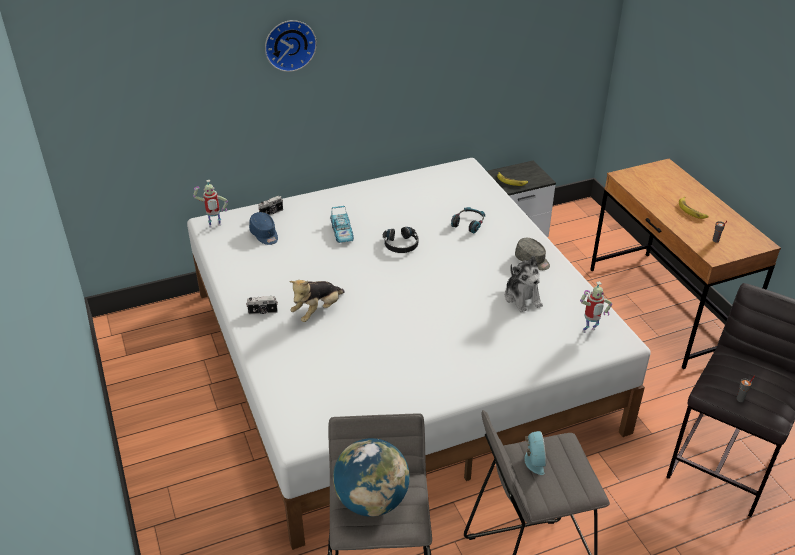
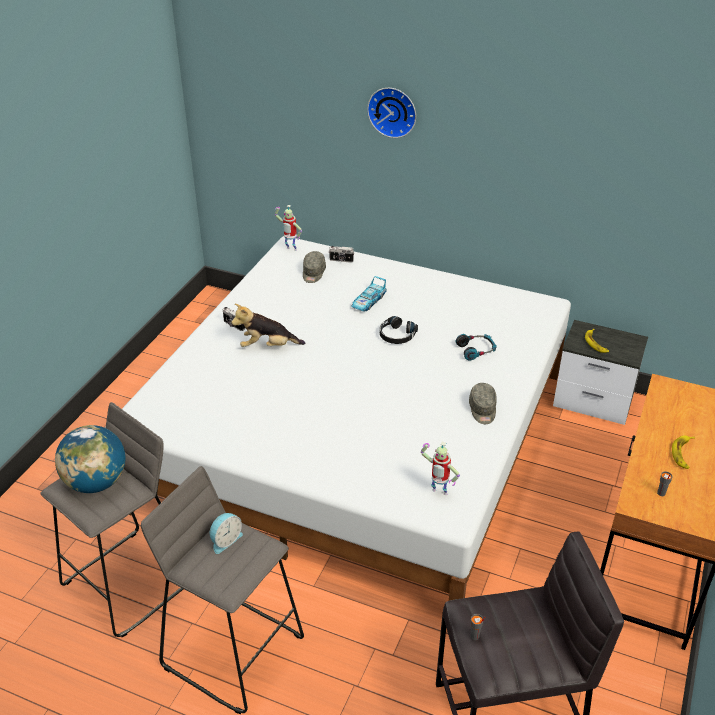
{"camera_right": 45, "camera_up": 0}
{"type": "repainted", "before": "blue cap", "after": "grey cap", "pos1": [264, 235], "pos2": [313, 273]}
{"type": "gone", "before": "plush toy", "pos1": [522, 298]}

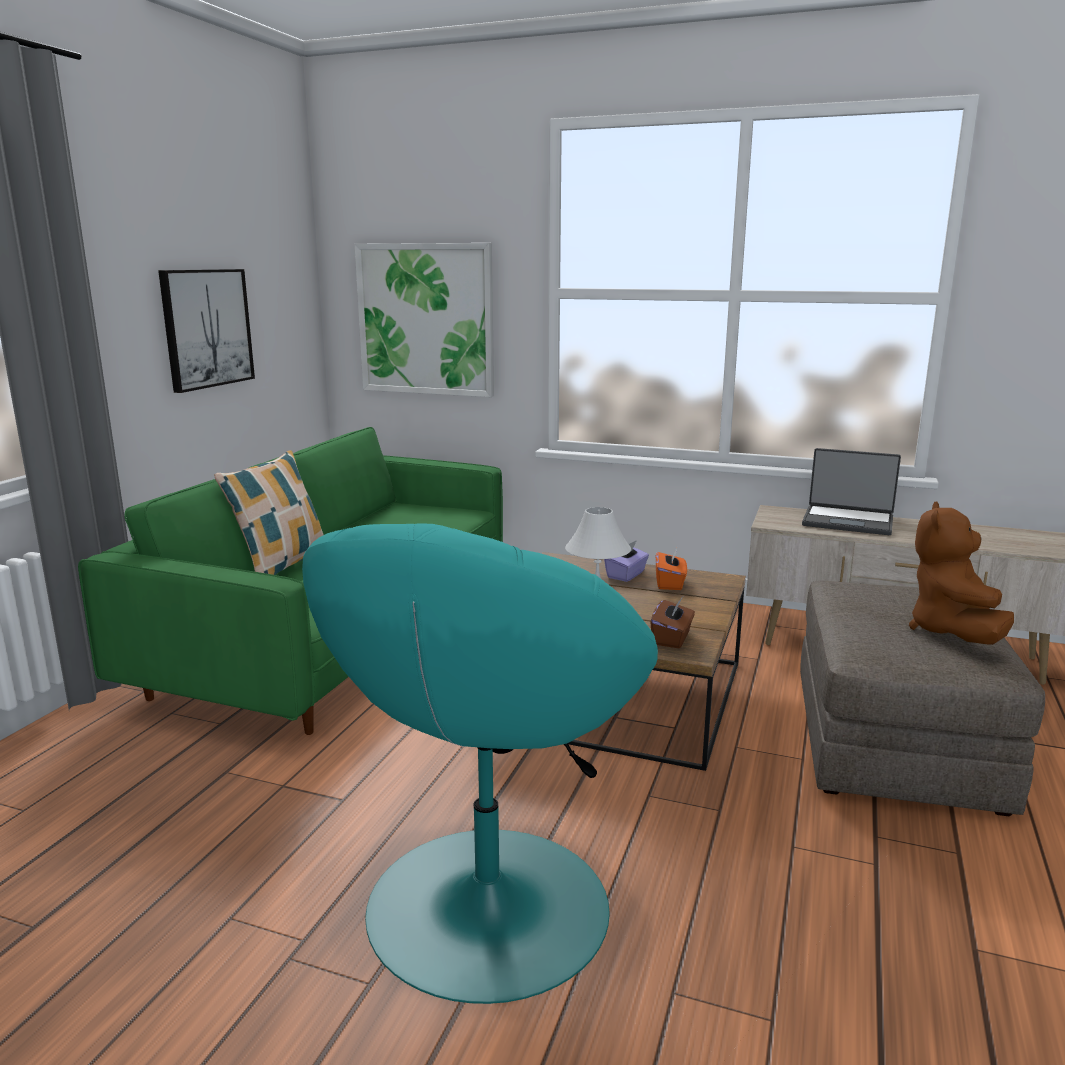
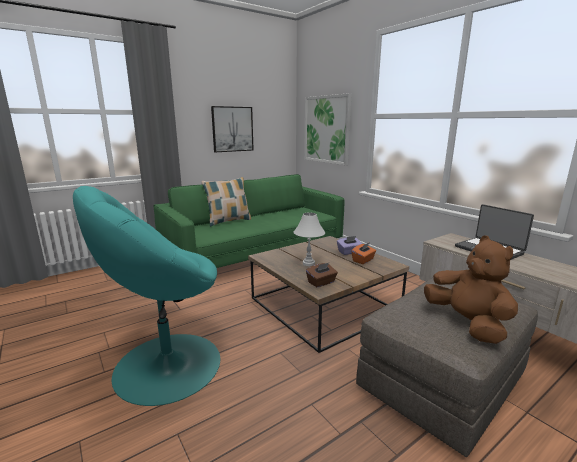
{"camera_right": 35, "camera_up": 0}
{"type": "rotated", "before": "brown plush toy", "pos1": [952, 632], "pos2": [467, 323], "turn": 105}

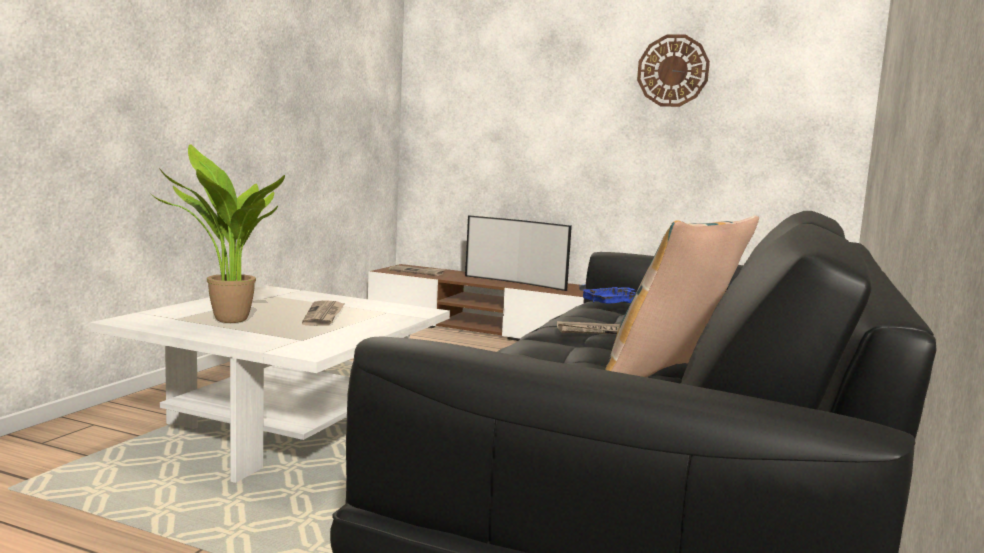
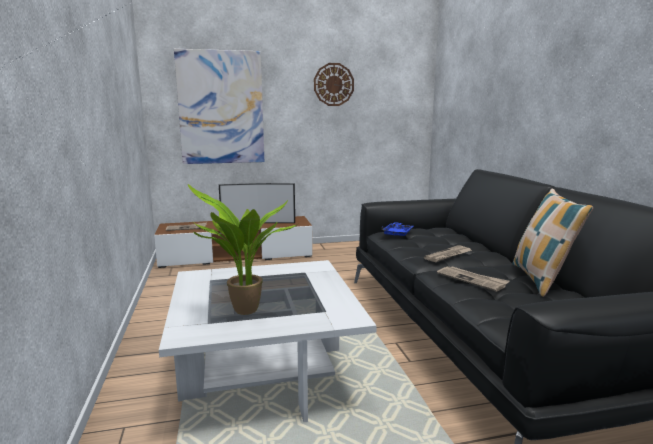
{"camera_right": -35, "camera_up": 5}
{"type": "shifted", "before": "newspaper", "pos1": [324, 316], "pos2": [472, 280]}
{"type": "new", "after": "picture", "pos2": [221, 108]}

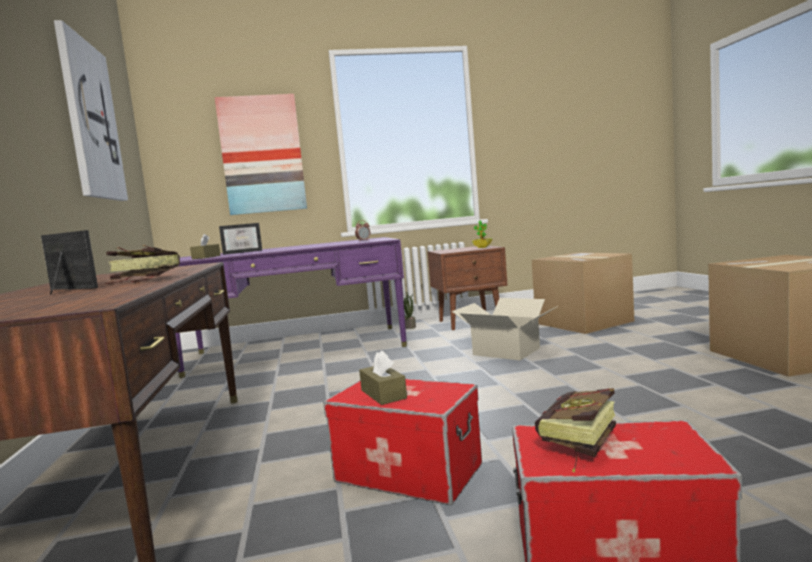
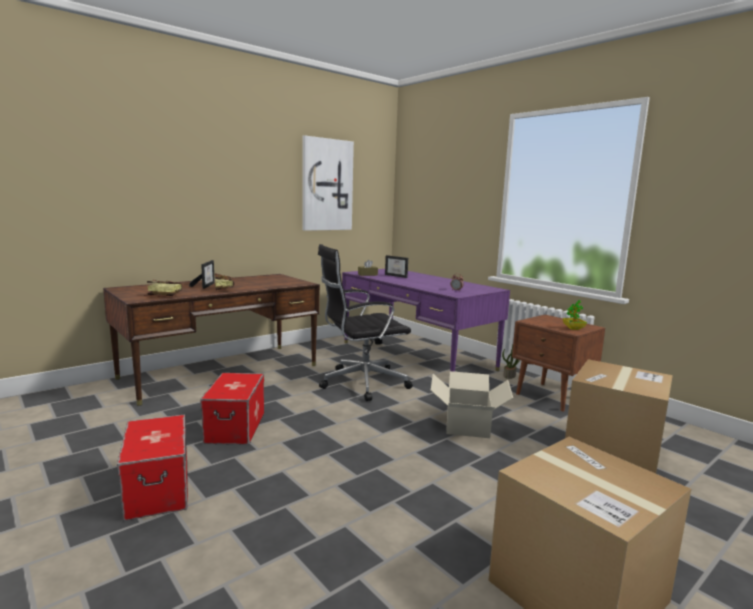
{"camera_right": 60, "camera_up": 5}
{"type": "gone", "before": "picture", "pos1": [262, 155]}
{"type": "gone", "before": "brown tissue box", "pos1": [383, 394]}
{"type": "shifted", "before": "book", "pos1": [575, 447], "pos2": [162, 296]}
{"type": "new", "after": "black office chair", "pos2": [361, 383]}

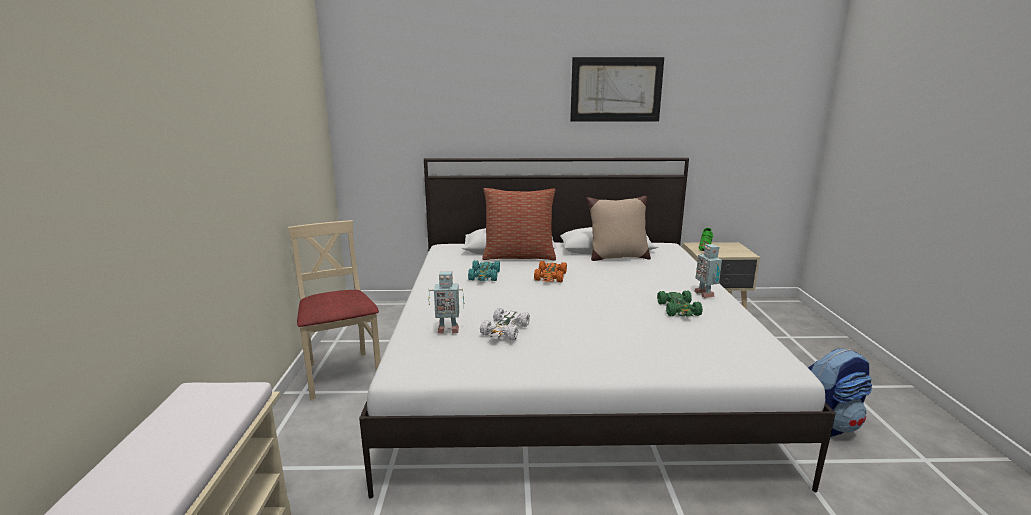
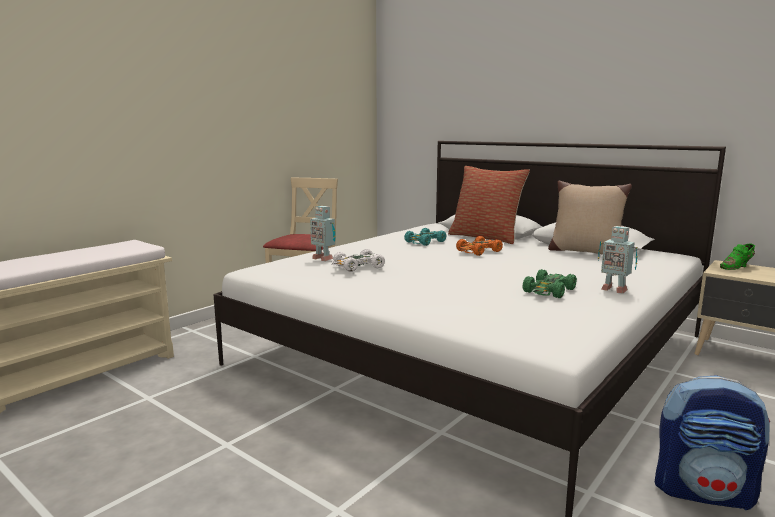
{"camera_right": 40, "camera_up": -5}
{"type": "gone", "before": "picture", "pos1": [616, 89]}
{"type": "rotated", "before": "toy robot", "pos1": [705, 294], "pos2": [613, 289], "turn": -75}

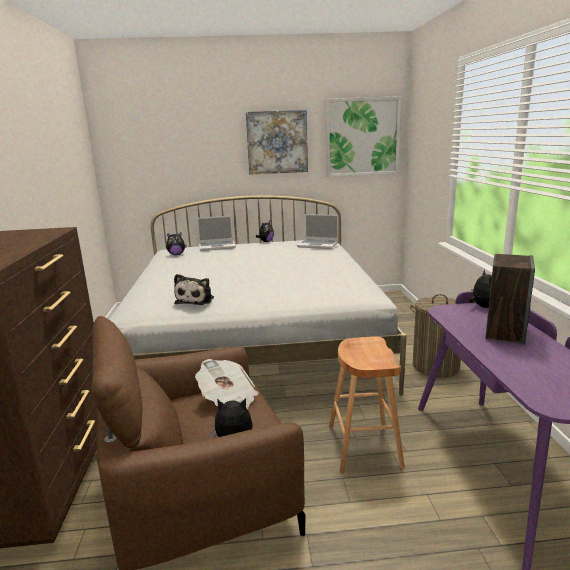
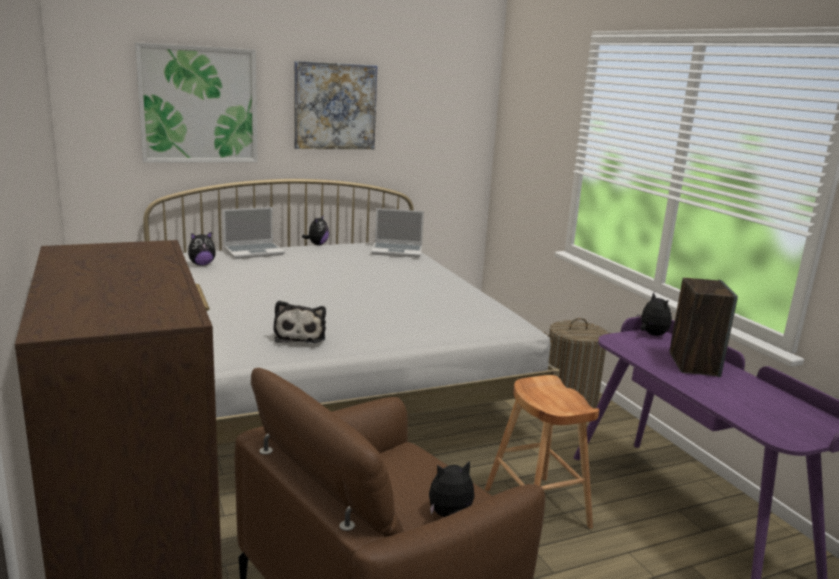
{"camera_right": -20, "camera_up": 0}
{"type": "gone", "before": "newspaper", "pos1": [228, 399]}
{"type": "shifted", "before": "picture", "pos1": [362, 137], "pos2": [199, 105]}

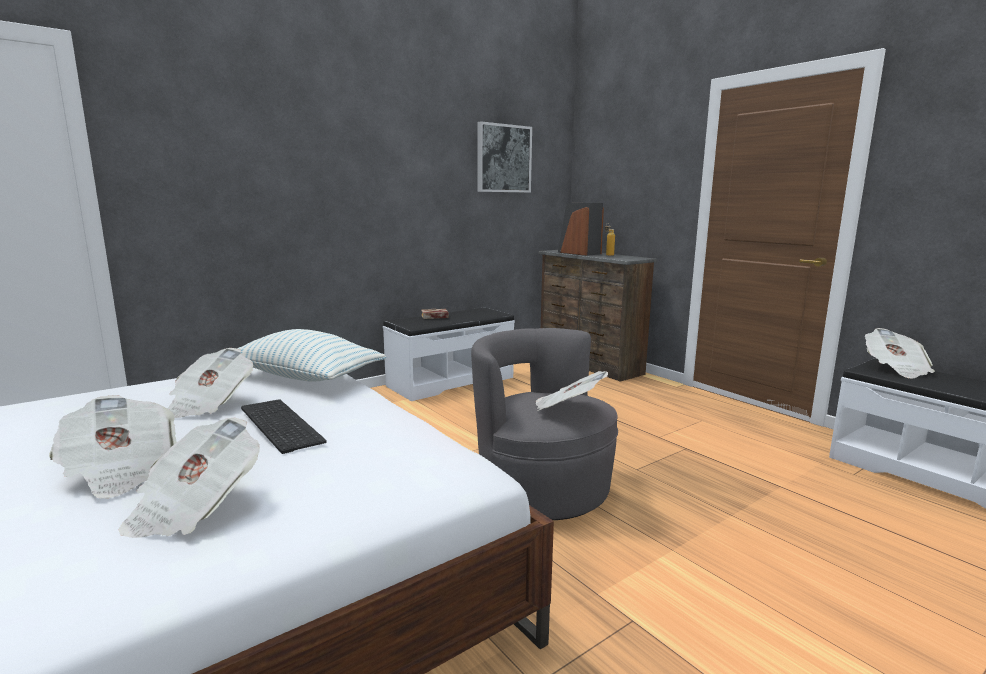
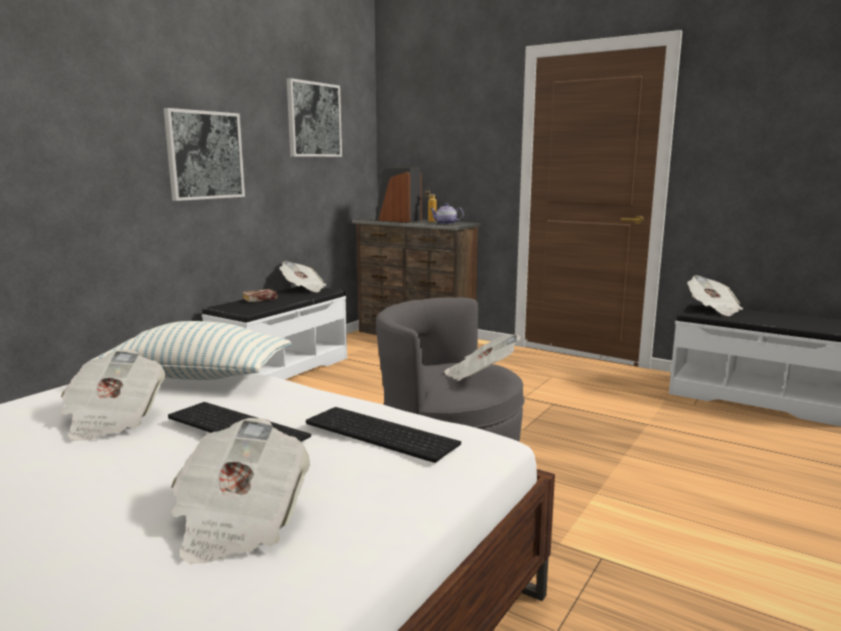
{"camera_right": -20, "camera_up": 0}
{"type": "shifted", "before": "newspaper", "pos1": [122, 471], "pos2": [304, 289]}
{"type": "new", "after": "picture", "pos2": [204, 155]}
{"type": "new", "after": "keyboard", "pos2": [377, 434]}
{"type": "new", "after": "teapot", "pos2": [446, 223]}

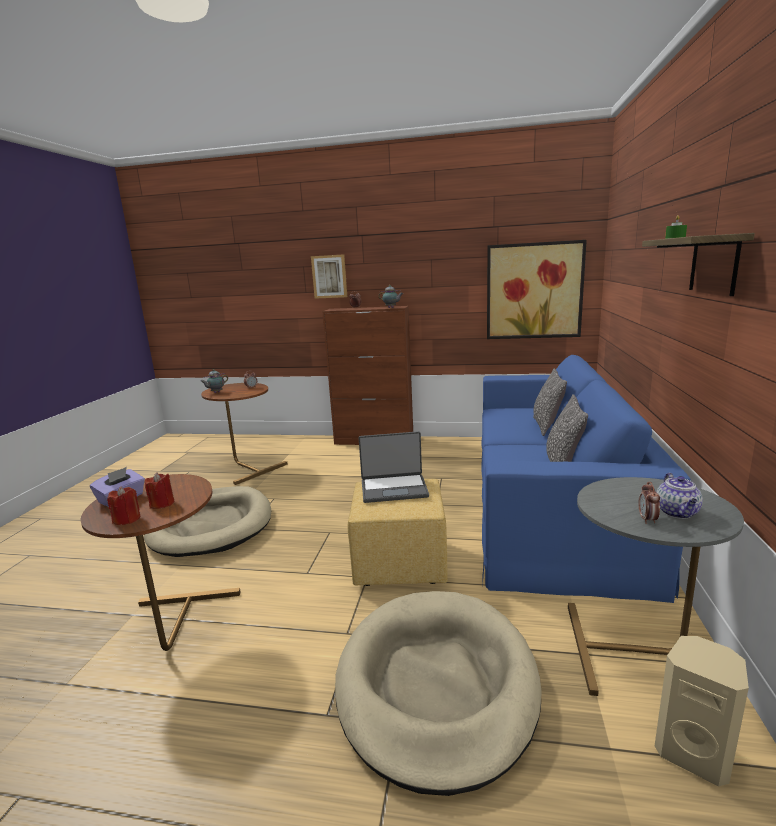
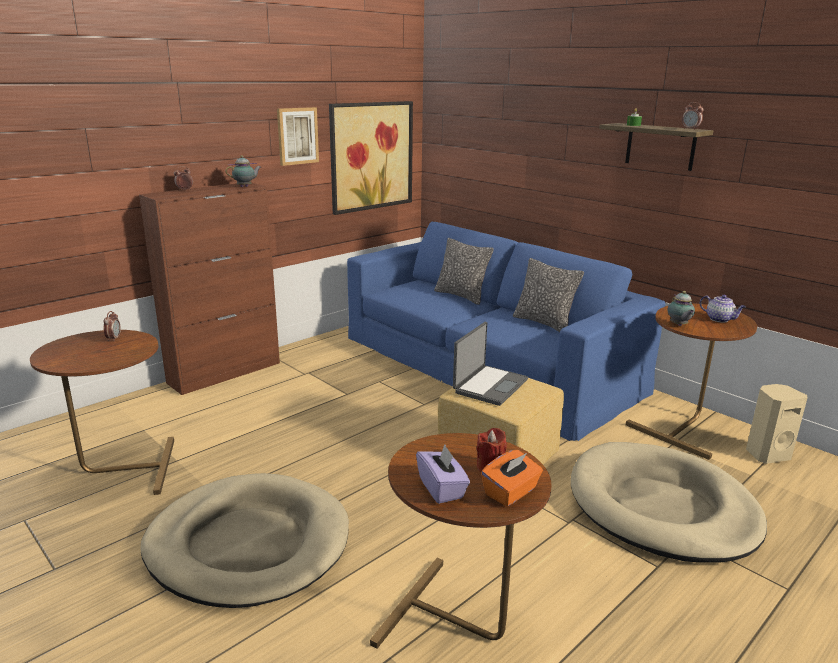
{"camera_right": -55, "camera_up": 5}
{"type": "swapped", "before": "red candle", "after": "orange tissue box", "pos1": [127, 519], "pos2": [511, 492]}
{"type": "shifted", "before": "teapot", "pos1": [216, 392], "pos2": [678, 325]}
{"type": "shifted", "before": "picture", "pos1": [329, 276], "pos2": [297, 136]}
{"type": "repainted", "before": "grey side table", "after": "brown side table", "pos1": [635, 651], "pos2": [684, 427]}
{"type": "shifted", "before": "alarm clock", "pos1": [647, 520], "pos2": [690, 129]}

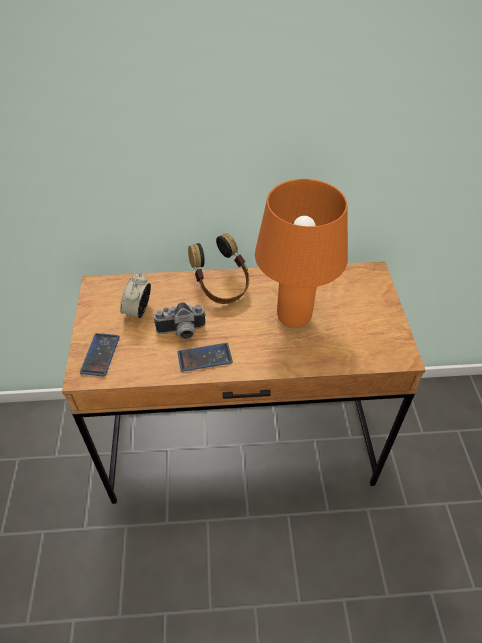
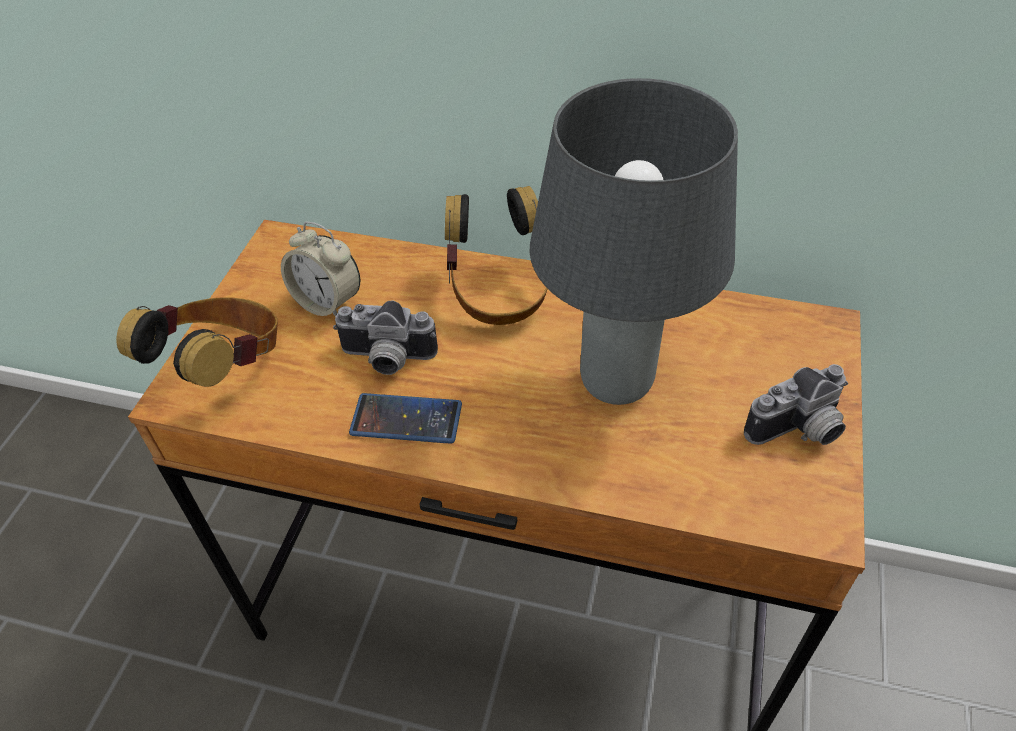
{"camera_right": 20, "camera_up": 0}
{"type": "swapped", "before": "phone", "after": "headphones", "pos1": [100, 355], "pos2": [224, 366]}
{"type": "rotated", "before": "alarm clock", "pos1": [138, 311], "pos2": [327, 302], "turn": -90}
{"type": "repainted", "before": "orange table lamp", "after": "grey table lamp", "pos1": [293, 318], "pos2": [614, 382]}
{"type": "new", "after": "photo camera", "pos2": [799, 431]}

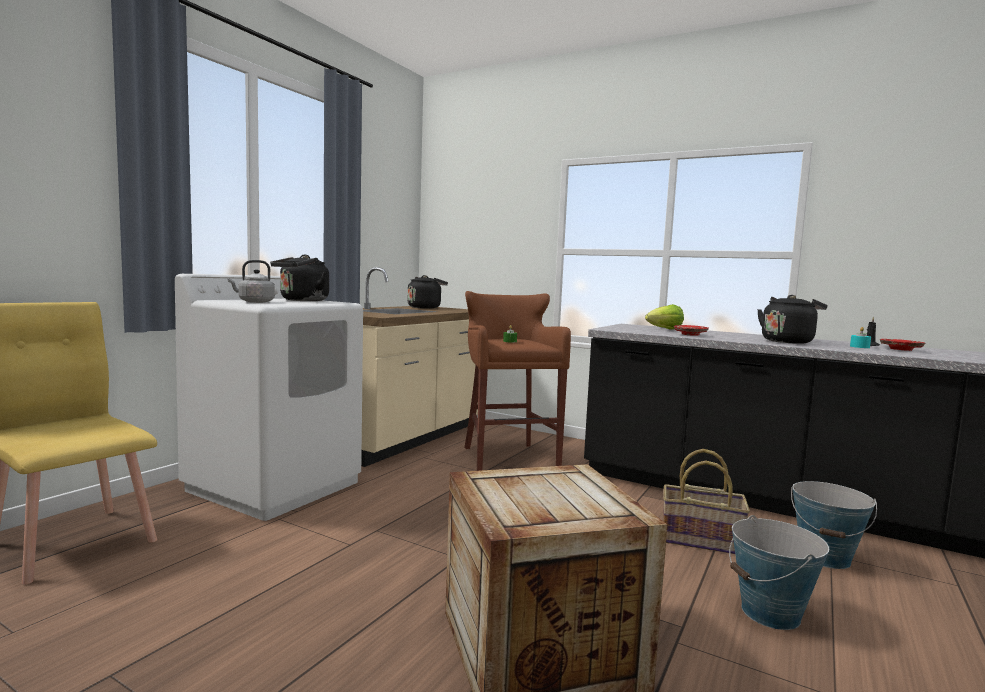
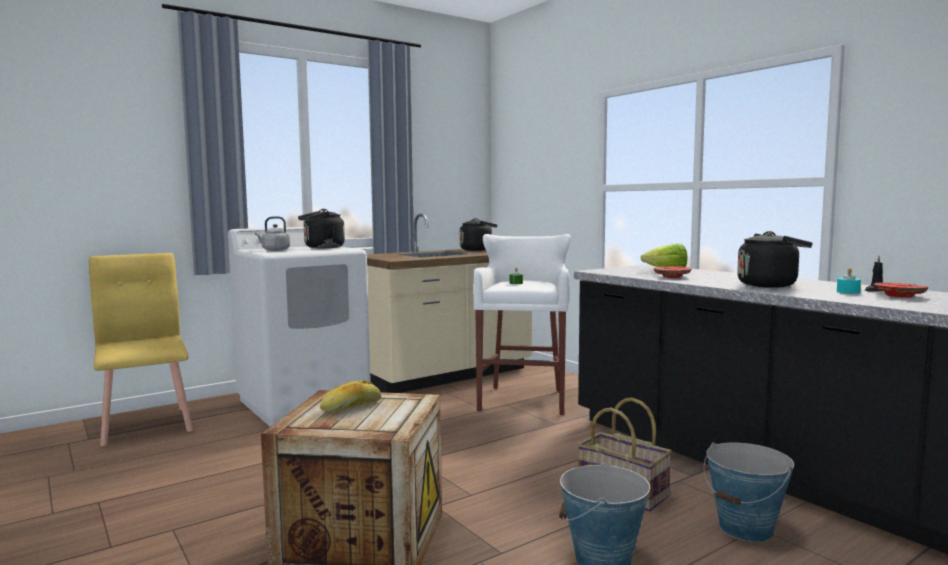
{"camera_right": 25, "camera_up": 0}
{"type": "repainted", "before": "brown stool", "after": "white stool", "pos1": [507, 457], "pos2": [524, 399]}
{"type": "new", "after": "bread", "pos2": [351, 407]}

